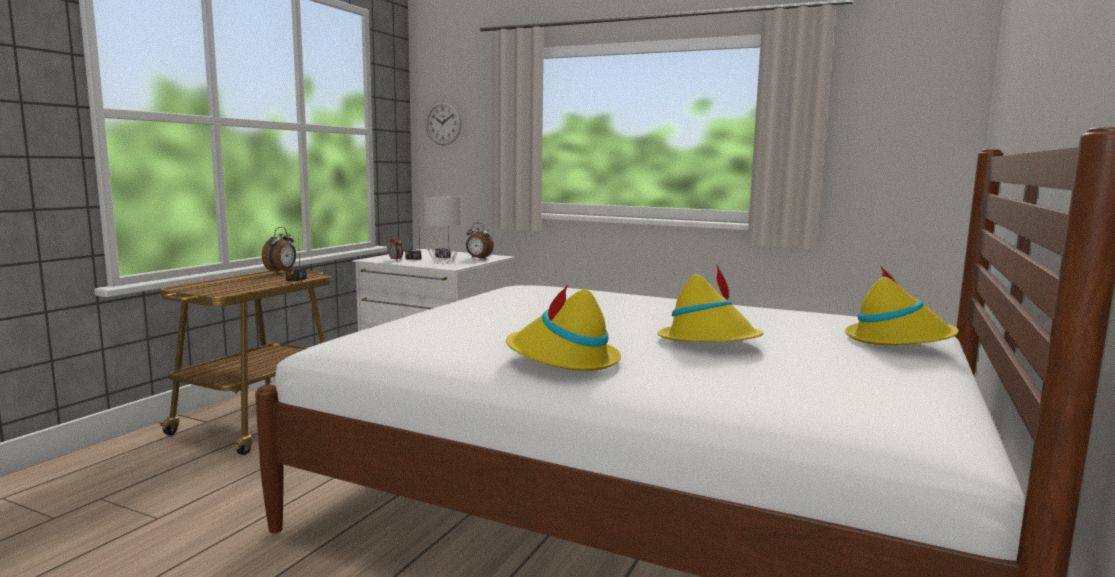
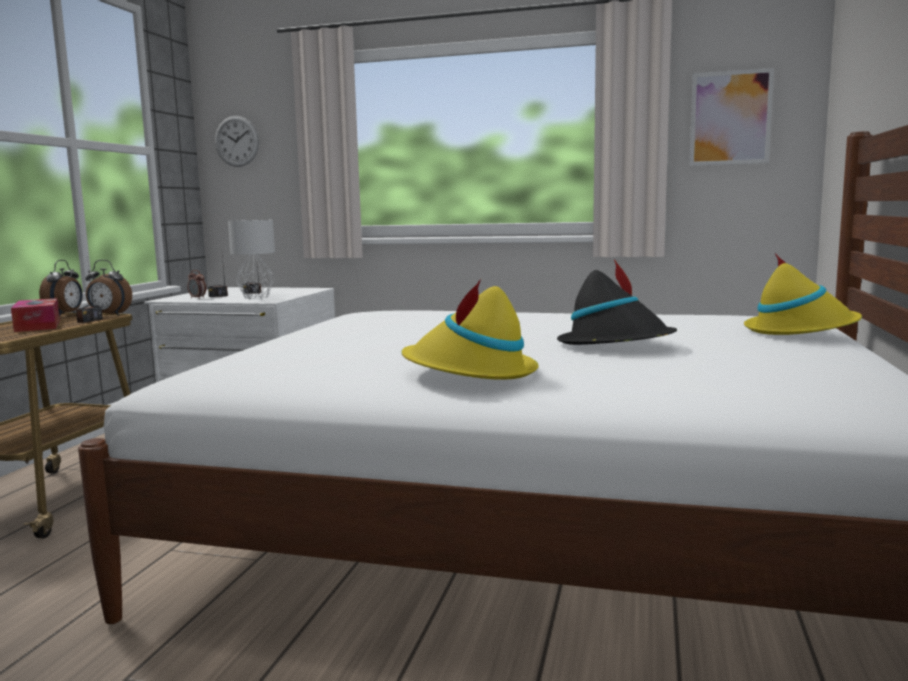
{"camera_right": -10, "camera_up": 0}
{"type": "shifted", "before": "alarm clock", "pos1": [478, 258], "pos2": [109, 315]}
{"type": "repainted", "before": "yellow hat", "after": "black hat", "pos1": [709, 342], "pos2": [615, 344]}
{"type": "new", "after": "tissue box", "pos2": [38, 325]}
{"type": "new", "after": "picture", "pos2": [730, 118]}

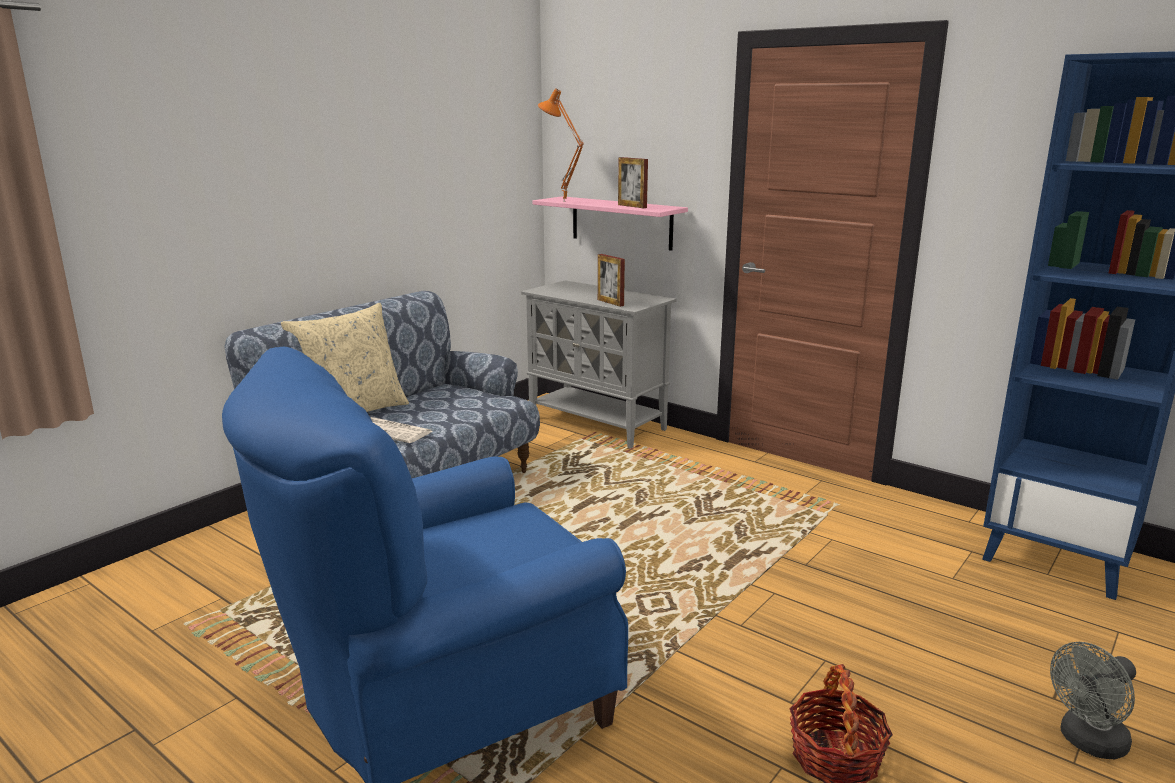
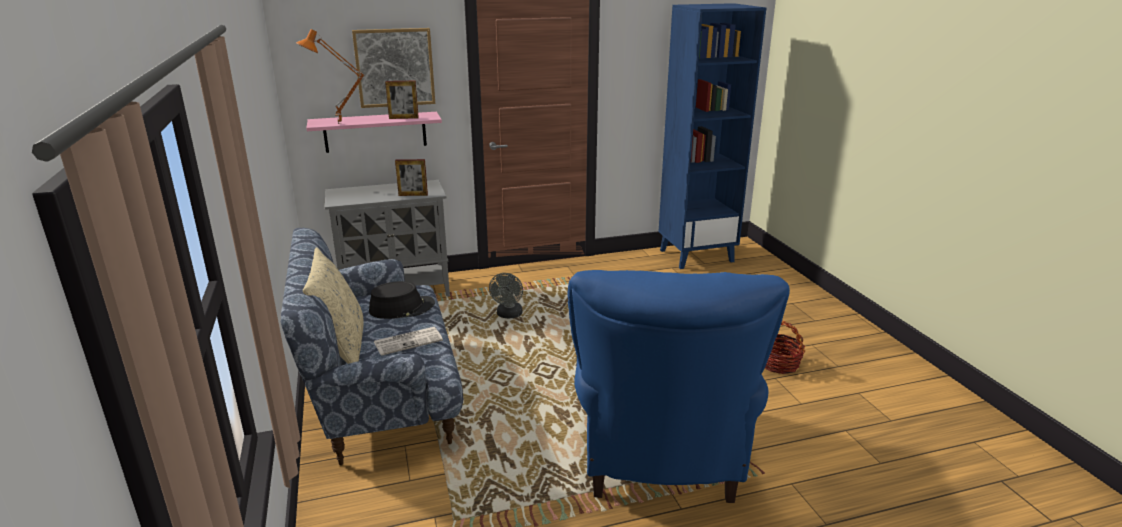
{"camera_right": -55, "camera_up": 5}
{"type": "shifted", "before": "grey fan", "pos1": [1087, 742], "pos2": [508, 315]}
{"type": "new", "after": "picture", "pos2": [394, 67]}
{"type": "new", "after": "black hat", "pos2": [402, 308]}

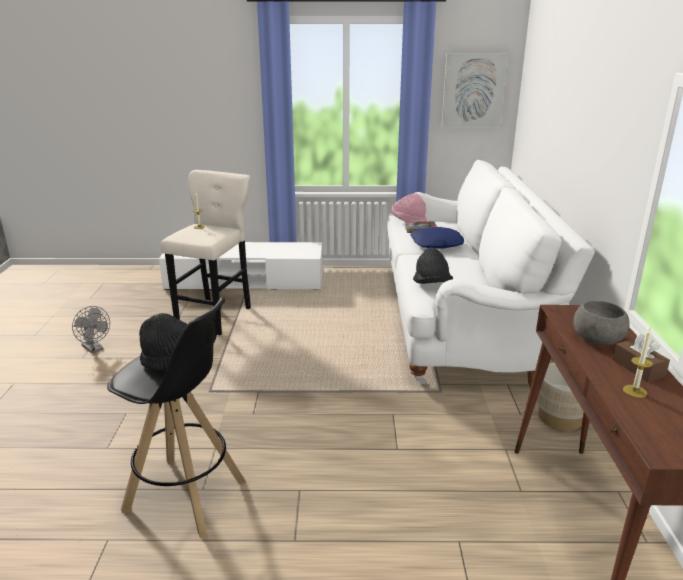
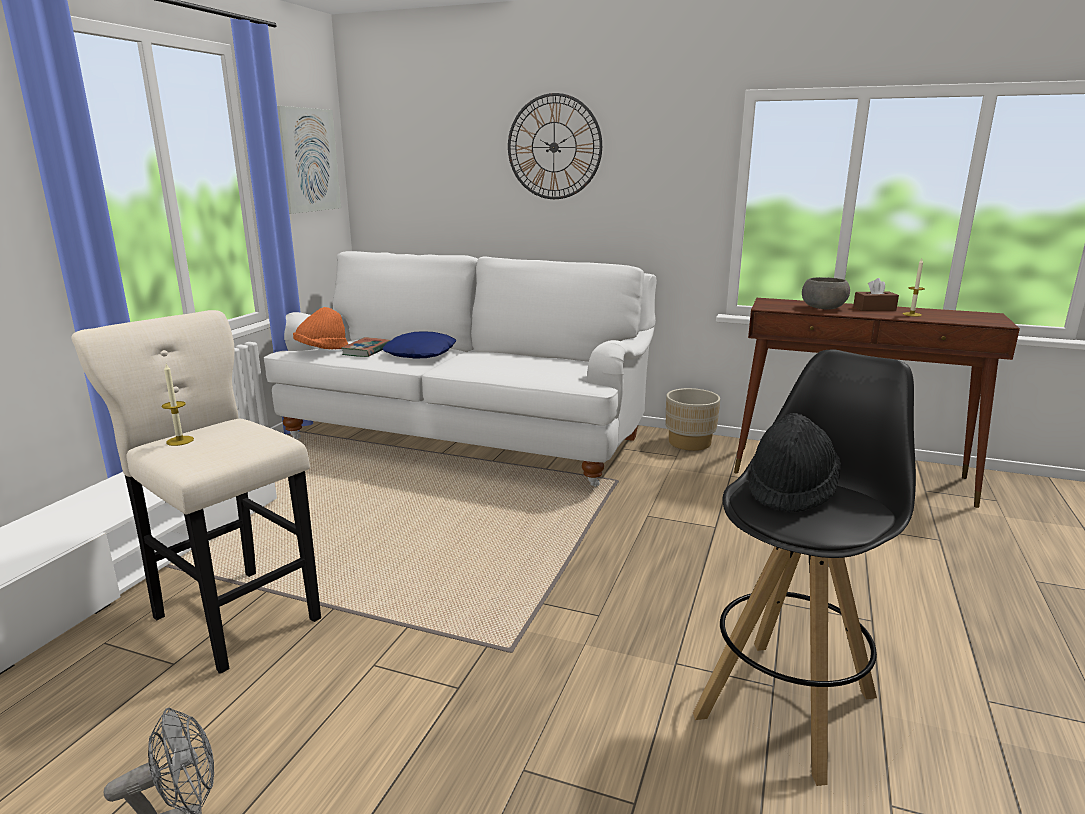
{"camera_right": -70, "camera_up": -5}
{"type": "repainted", "before": "pink hat", "after": "orange hat", "pos1": [408, 220], "pos2": [322, 350]}
{"type": "gone", "before": "black hat", "pos1": [431, 284]}
{"type": "new", "after": "wall clock", "pos2": [554, 147]}

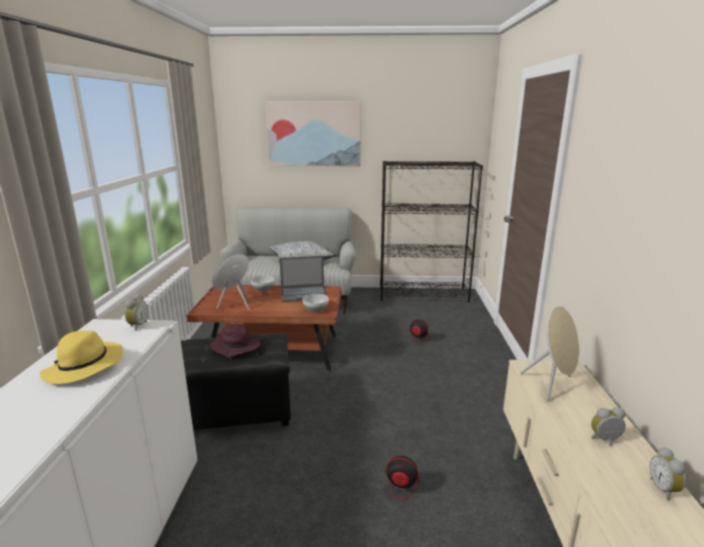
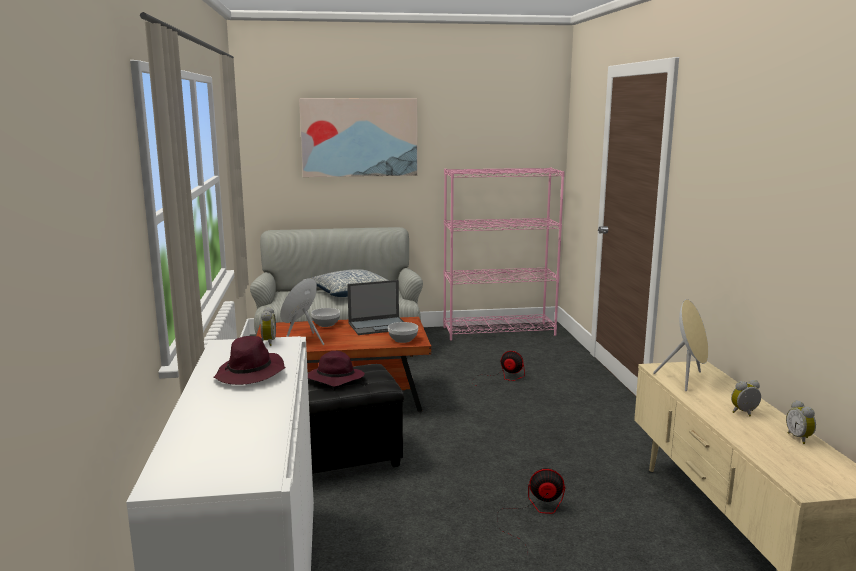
{"camera_right": -10, "camera_up": -5}
{"type": "repainted", "before": "yellow hat", "after": "purple hat", "pos1": [84, 367], "pos2": [250, 374]}
{"type": "repainted", "before": "black bookcase", "after": "pink bookcase", "pos1": [423, 295], "pos2": [499, 331]}

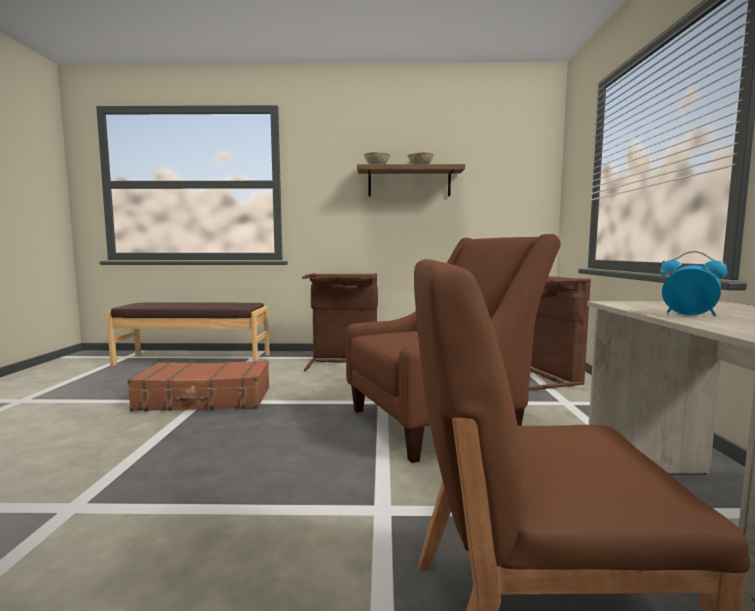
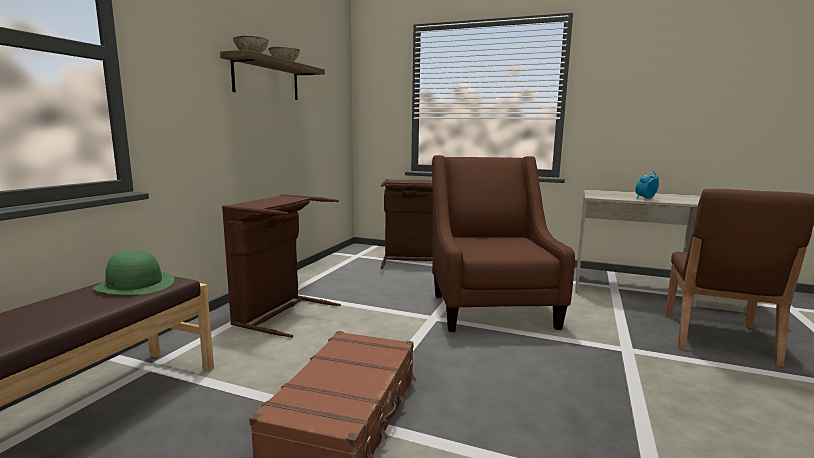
{"camera_right": -70, "camera_up": 5}
{"type": "new", "after": "green hat", "pos2": [135, 284]}

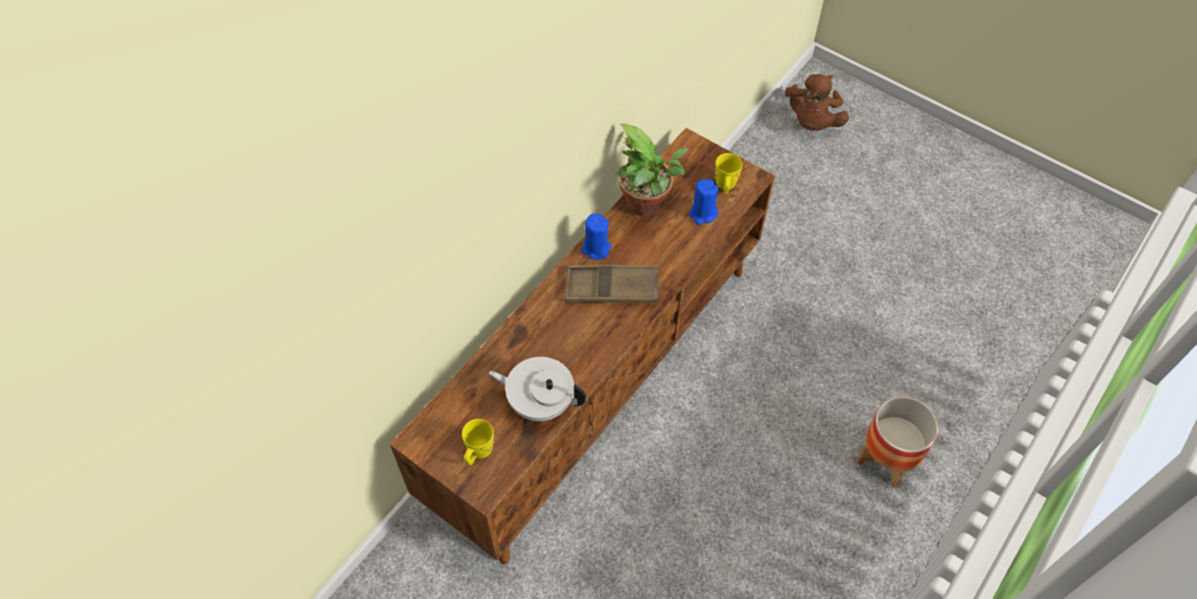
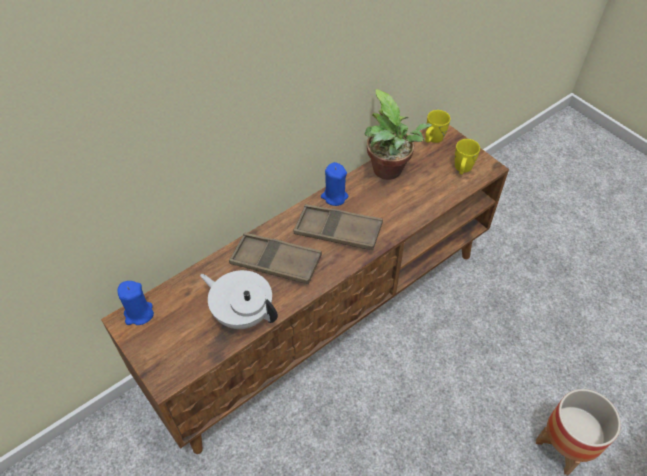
{"camera_right": 15, "camera_up": -5}
{"type": "shifted", "before": "yellow mug", "pos1": [478, 453], "pos2": [433, 139]}
{"type": "shifted", "before": "blue candle", "pos1": [703, 214], "pos2": [139, 314]}
{"type": "gone", "before": "brown plush toy", "pos1": [811, 122]}
{"type": "new", "after": "brown tray", "pos2": [275, 262]}

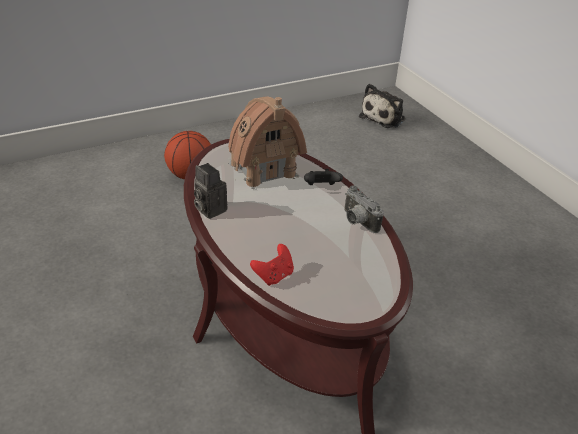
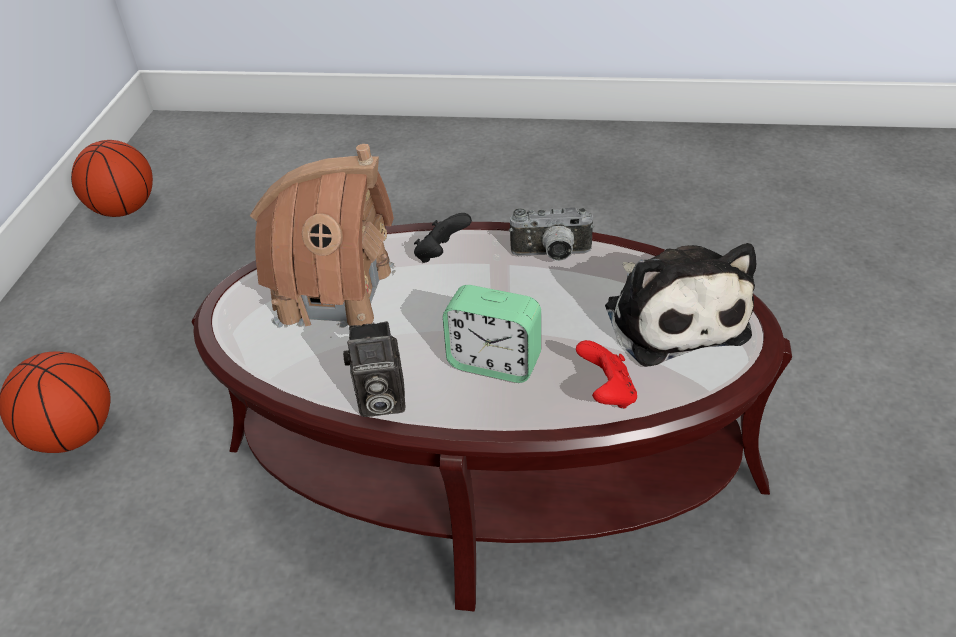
{"camera_right": -50, "camera_up": 5}
{"type": "shifted", "before": "plush toy", "pos1": [384, 117], "pos2": [673, 317]}
{"type": "new", "after": "basketball", "pos2": [124, 210]}
{"type": "new", "after": "alarm clock", "pos2": [494, 362]}

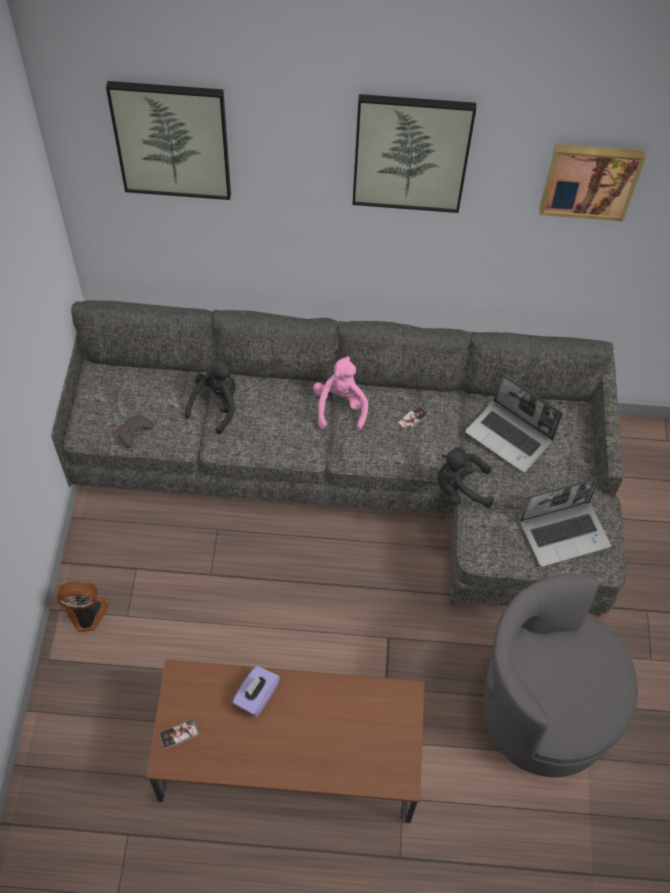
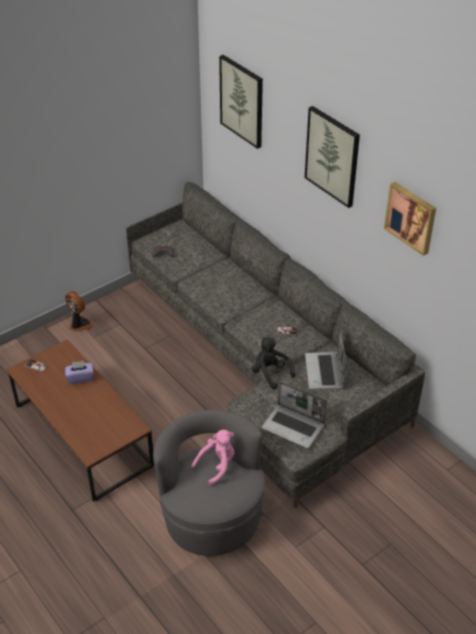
{"camera_right": 50, "camera_up": -15}
{"type": "gone", "before": "black plush toy", "pos1": [216, 405]}
{"type": "shifted", "before": "pink plush toy", "pos1": [340, 407], "pos2": [217, 465]}

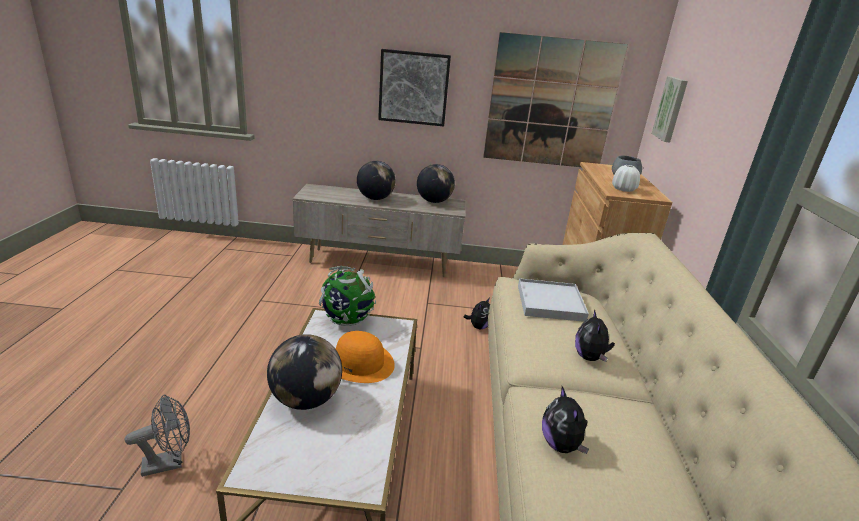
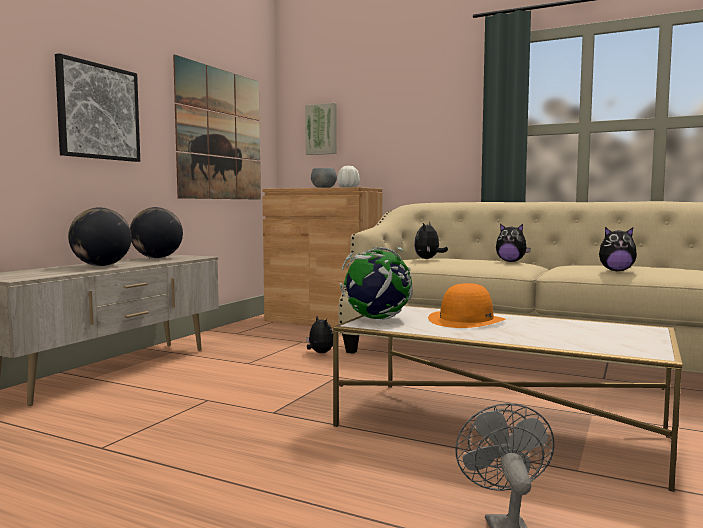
{"camera_right": -65, "camera_up": -20}
{"type": "gone", "before": "globe", "pos1": [306, 400]}
{"type": "swapped", "before": "white tray", "after": "plush toy", "pos1": [550, 303], "pos2": [428, 259]}

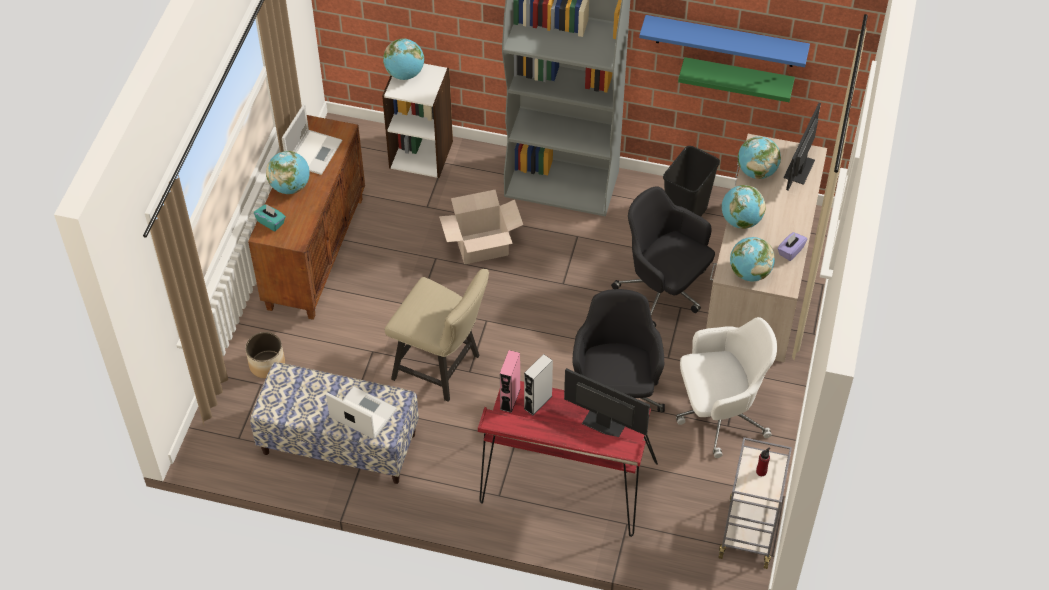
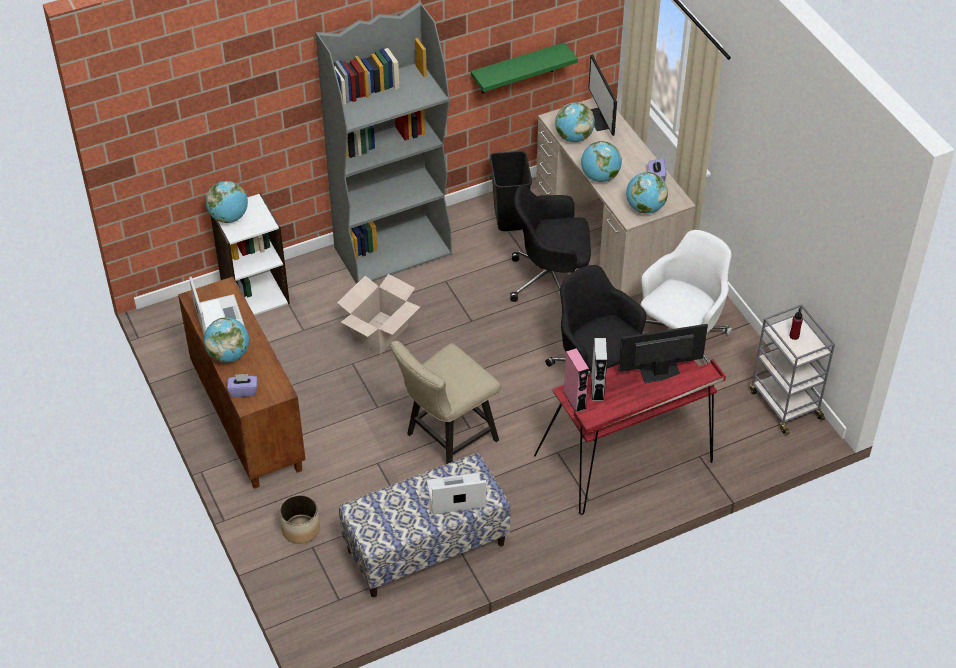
{"camera_right": -40, "camera_up": -5}
{"type": "repainted", "before": "turquoise tissue box", "after": "purple tissue box", "pos1": [271, 222], "pos2": [243, 391]}
{"type": "rotated", "before": "beige chair", "pos1": [442, 369], "pos2": [446, 440], "turn": 150}
{"type": "gone", "before": "blue shelf", "pos1": [725, 41]}

